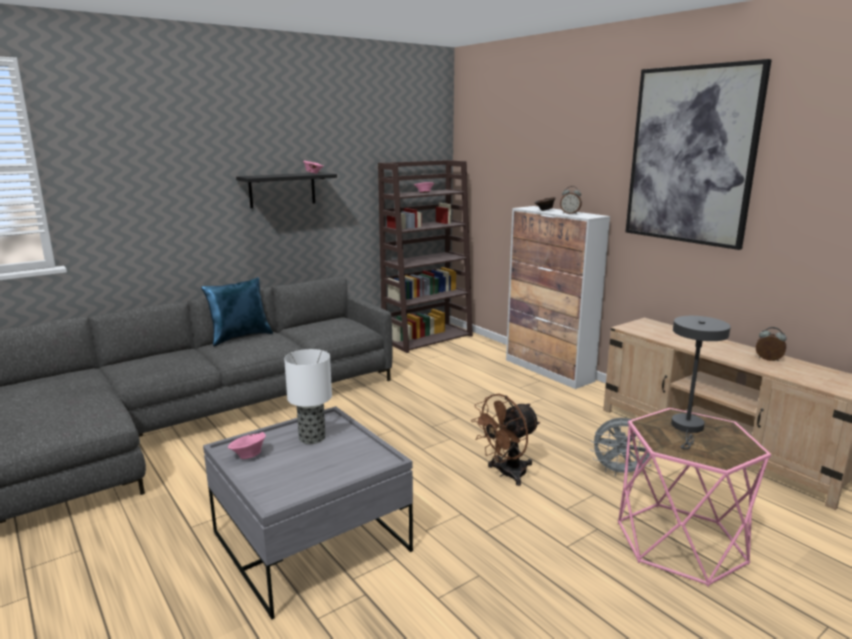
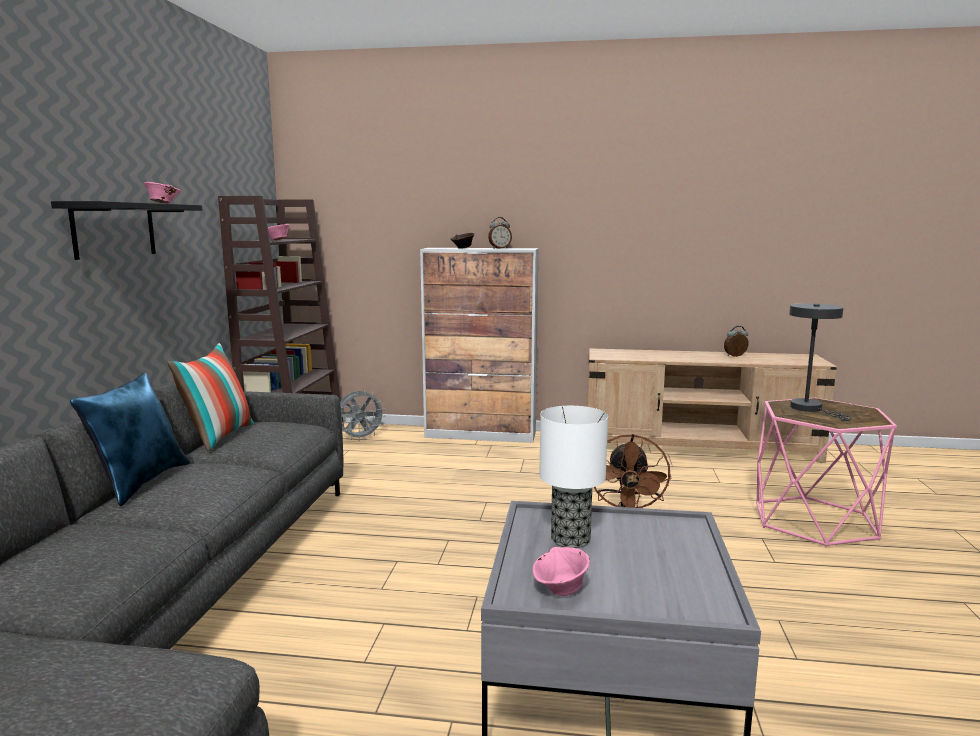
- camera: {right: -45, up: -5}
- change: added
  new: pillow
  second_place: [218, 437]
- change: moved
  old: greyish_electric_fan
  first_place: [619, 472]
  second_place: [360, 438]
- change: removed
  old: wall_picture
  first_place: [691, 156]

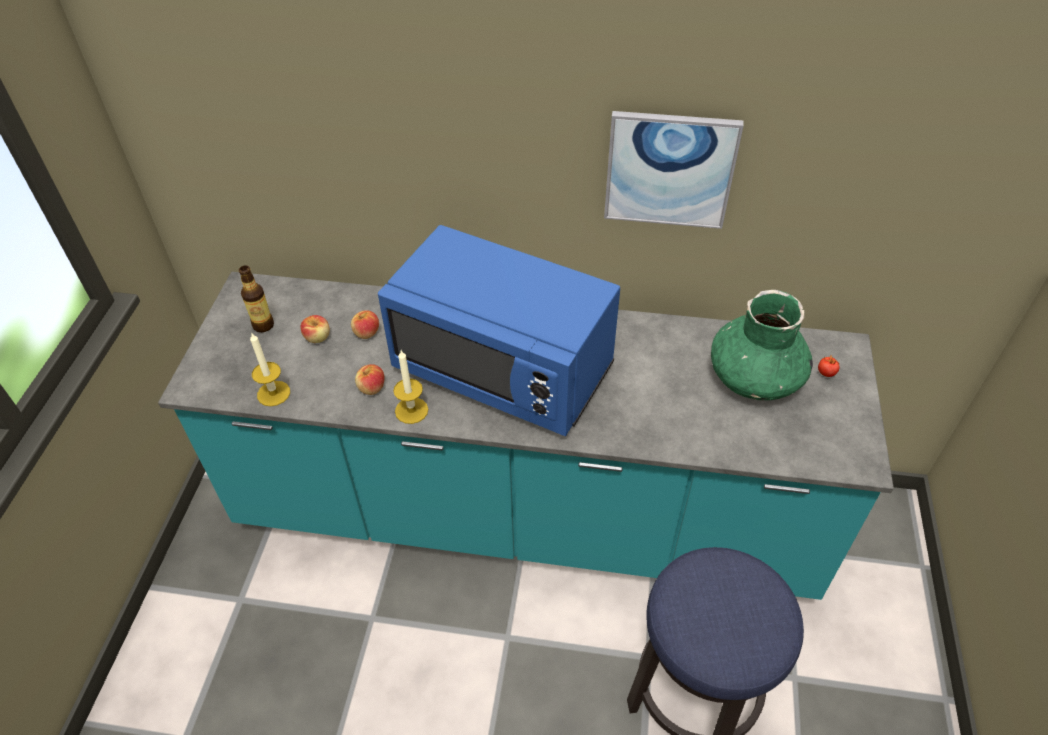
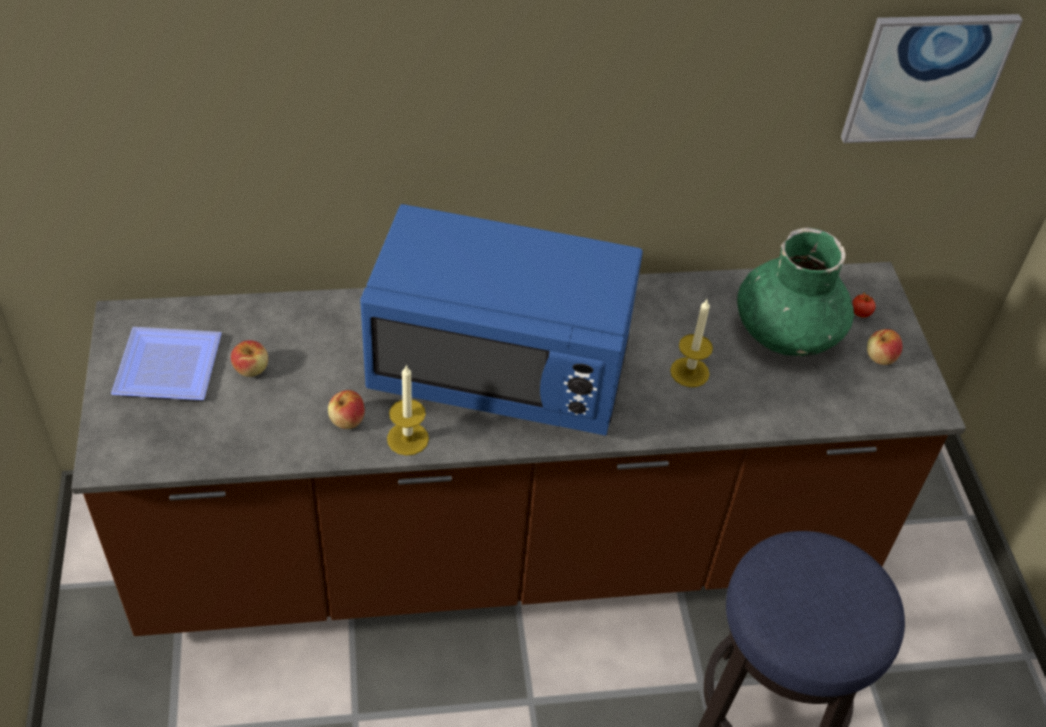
- camera: {right: -20, up: 0}
- change: recoloured
  old: blue-green_counter
  new: brownish_counter
  first_place: [526, 514]
  second_place: [507, 550]
- change: replaced
  old: bottle
  new: dinner_plate
  first_place: [263, 325]
  second_place: [172, 365]
- change: moved
  old: candle
  first_place: [273, 393]
  second_place: [689, 372]
- change: moved
  old: wall_picture
  first_place: [669, 169]
  second_place: [926, 77]
- change: moved
  old: apple
  first_place: [366, 333]
  second_place: [880, 357]

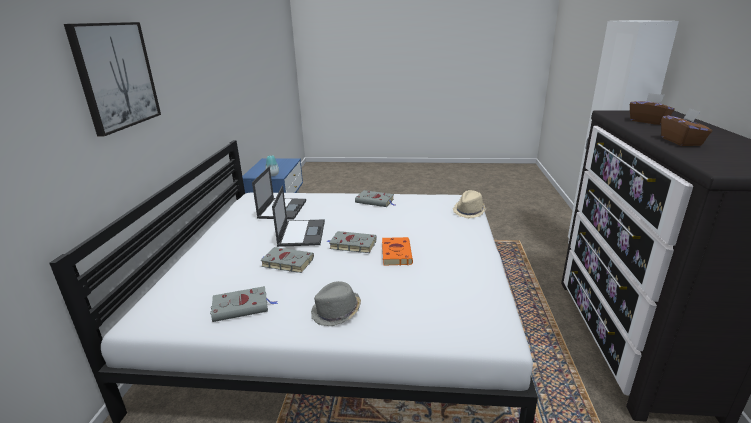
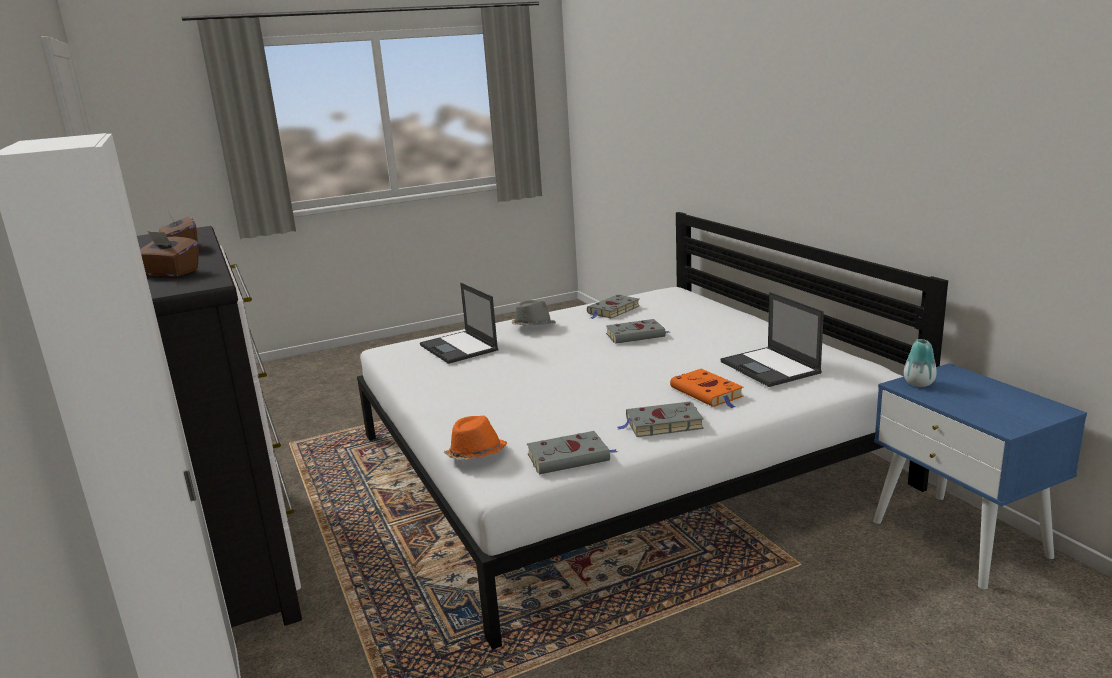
- camera: {right: 150, up: -5}
- change: moved
  old: laptop
  first_place: [301, 233]
  second_place: [459, 348]
- change: recoloured
  old: sand-coloured_clothing_hat
  new: orangey_clothing_hat
  first_place: [469, 211]
  second_place: [476, 455]
- change: moved
  old: greyish_bound_book
  first_place: [351, 244]
  second_place: [570, 457]
- change: moved
  old: orangey_bound_book
  first_place: [396, 253]
  second_place: [708, 393]
- change: removed
  old: wall_picture
  first_place: [116, 76]

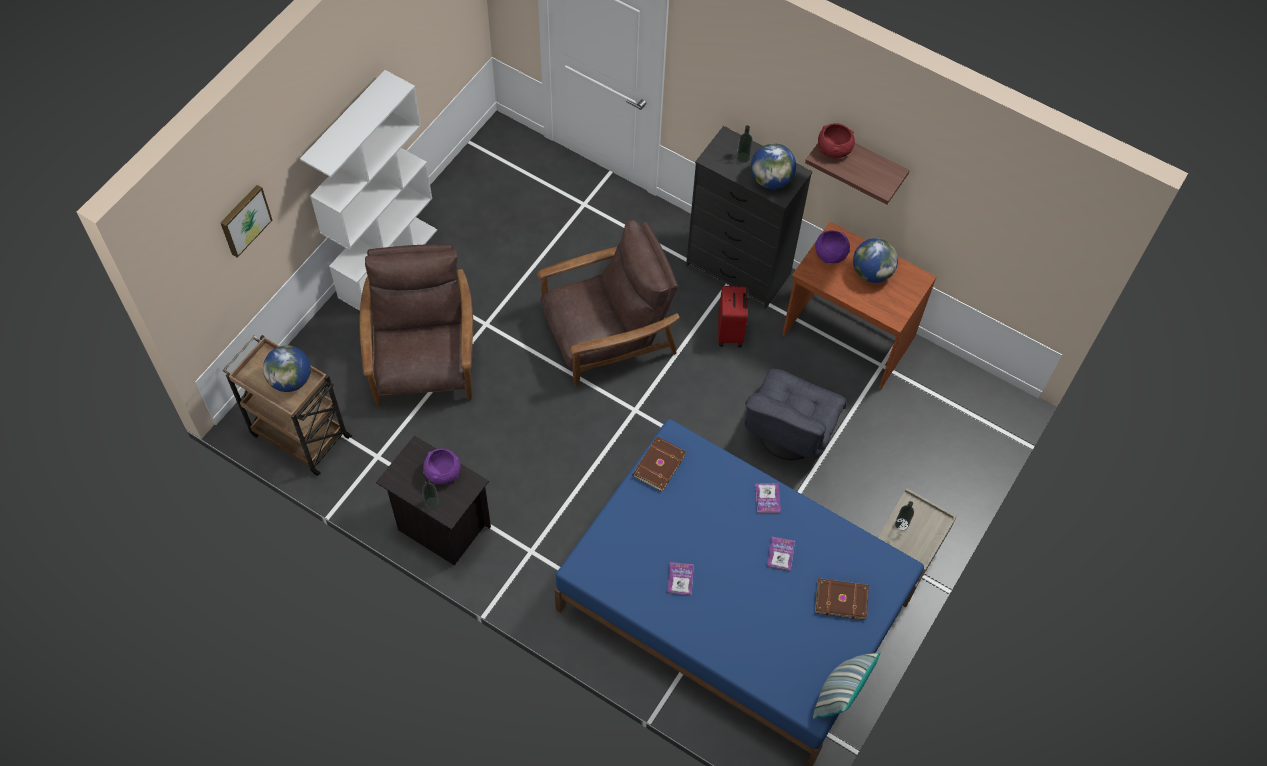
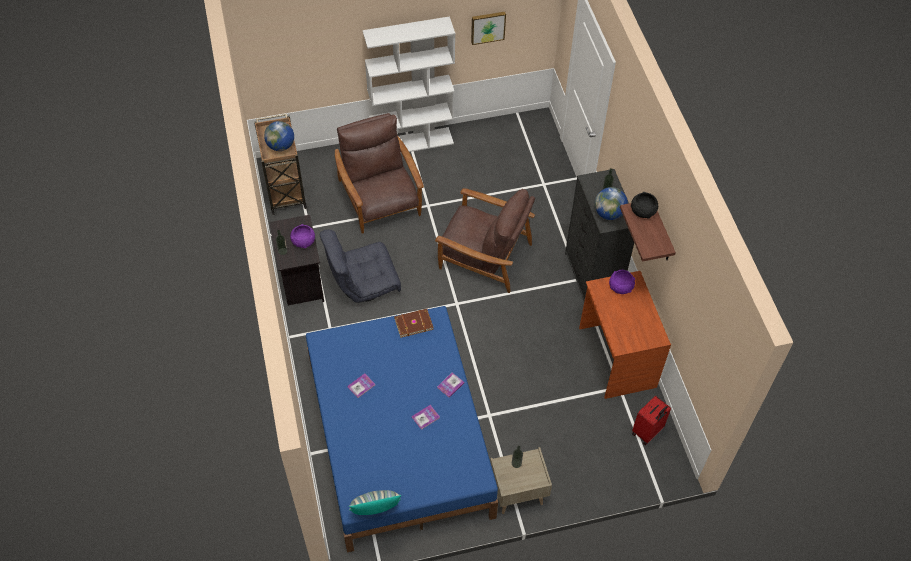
- camera: {right: 45, up: -5}
- change: moved
  old: greyish_easy_chair
  first_place: [788, 433]
  second_place: [363, 284]
- change: turned
  old: brownish_easy_chair
  first_place: [423, 358]
  second_place: [380, 199]
  degrees: -60
- change: moved
  old: wall_picture
  first_place: [244, 219]
  second_place: [487, 27]
- change: recoloured
  old: red_serving_bowl
  new: black_serving_bowl
  first_place: [834, 148]
  second_place: [643, 211]
- change: moved
  old: red_piece_of_luggage
  first_place: [731, 332]
  second_place: [647, 432]
- change: removed
  old: brownish_bound_book
  first_place: [841, 598]
- change: removed
  old: desk_globe
  first_place: [871, 272]

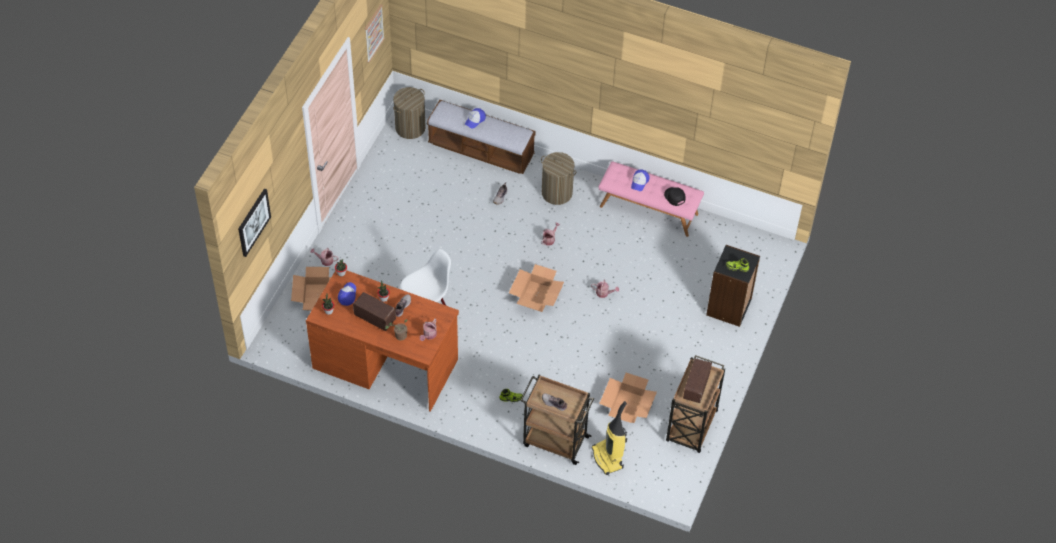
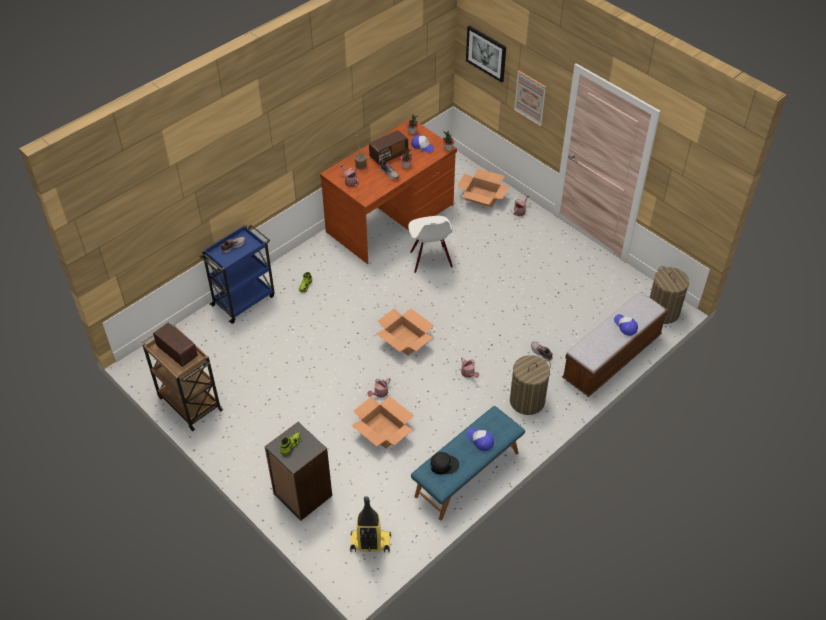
- camera: {right: 115, up: -5}
- change: recoloured
  old: brownish_trolley
  new: bluish_trolley
  first_place: [554, 441]
  second_place: [244, 300]
- change: moved
  old: vacuum_cleaner
  first_place: [608, 458]
  second_place: [370, 543]
- change: moved
  old: packing_box
  first_place: [627, 406]
  second_place: [383, 430]
- change: recoloured
  old: pink-coloured_long_seat
  new: bluish_long_seat
  first_place: [649, 210]
  second_place: [467, 475]
- change: moved
  old: wall_picture
  first_place: [373, 33]
  second_place: [530, 98]

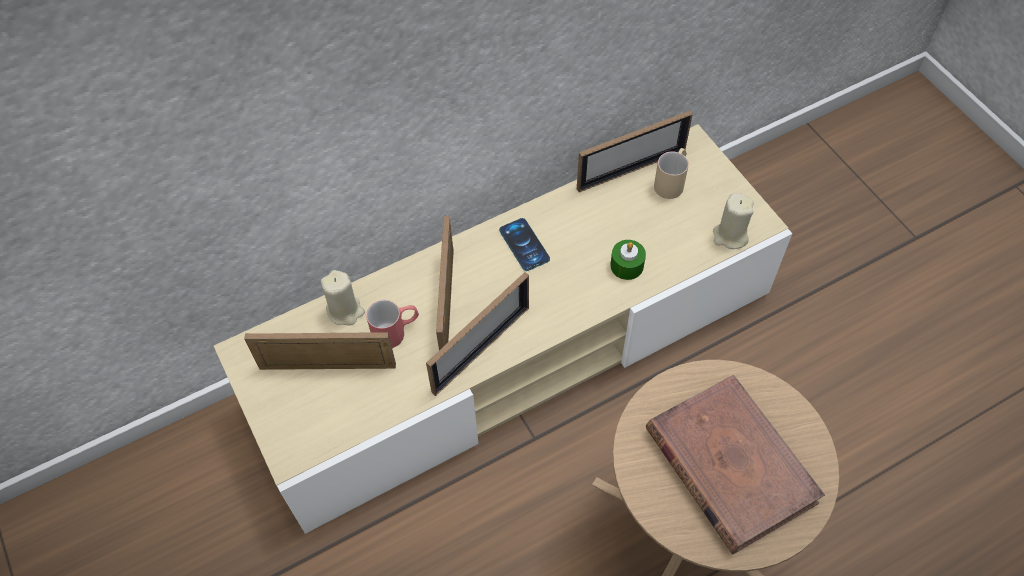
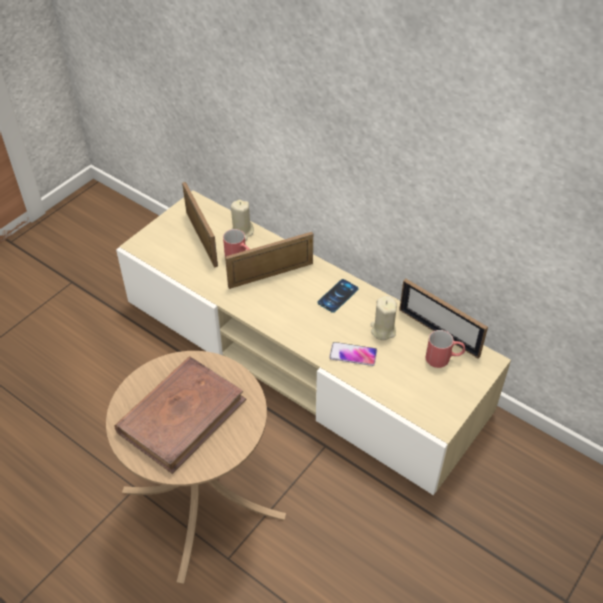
- camera: {right: 65, up: -10}
- change: replaced
  old: green-coloured_candle
  new: telephone
  first_place: [627, 265]
  second_place: [353, 354]
- change: moved
  old: sand-coloured_candle
  first_place: [730, 236]
  second_place: [383, 330]
- change: recoloured
  old: sand-coloured_coffee_mug
  new: red_coffee_mug
  first_place: [671, 181]
  second_place: [444, 358]
- change: removed
  old: photo_frame
  first_place: [481, 349]

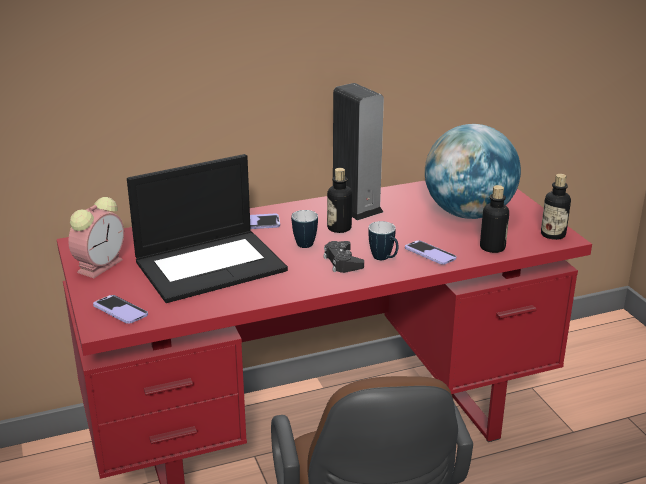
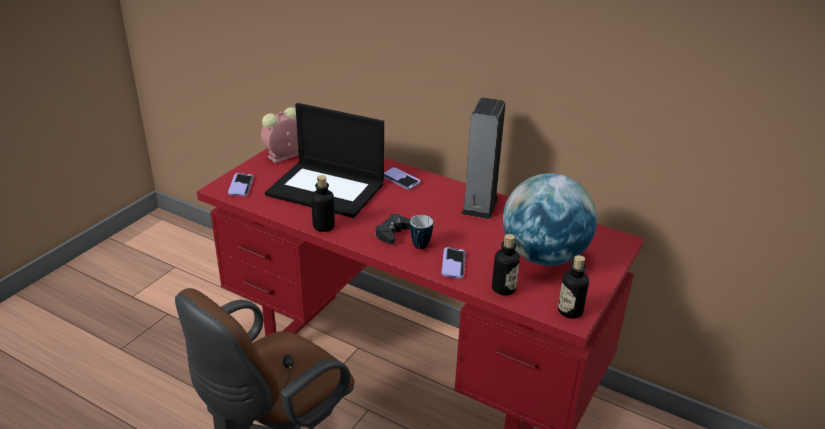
- camera: {right: 50, up: 5}
- change: turned
  old: table_clock
  first_place: [101, 265]
  second_place: [283, 156]
  degrees: 150
- change: moved
  old: bottle
  first_place: [339, 228]
  second_place: [323, 226]
- change: removed
  old: coffee_mug
  first_place: [302, 243]

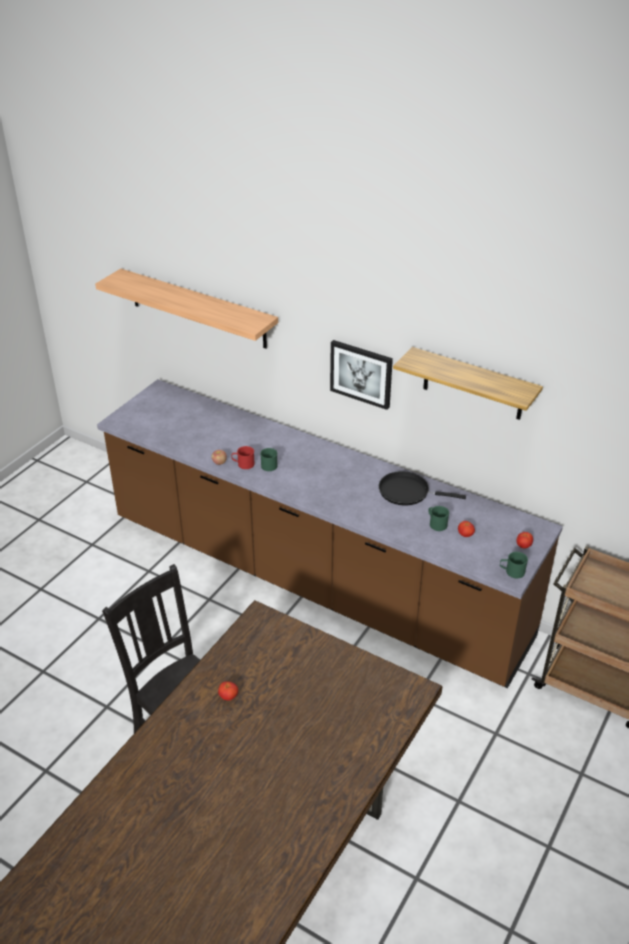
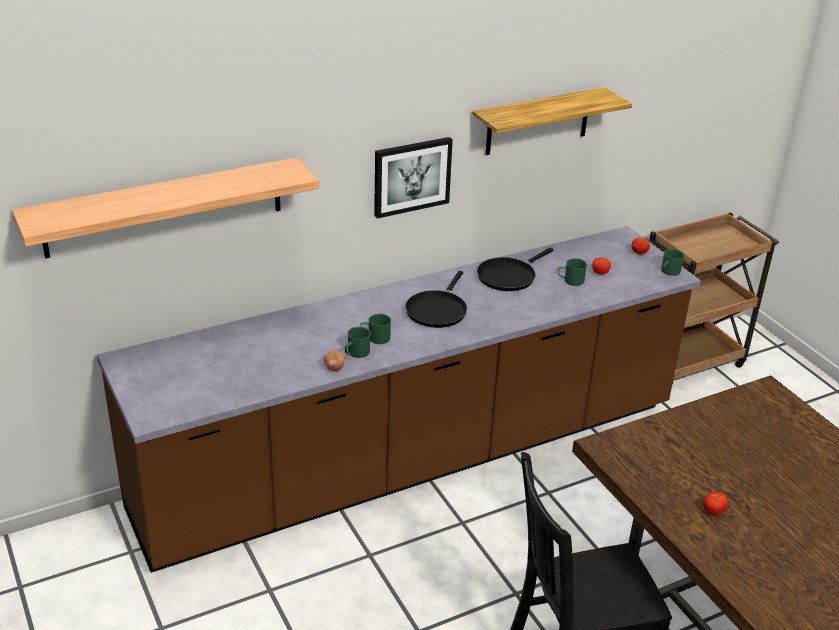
- camera: {right: -60, up: -5}
- change: recoloured
  old: red_coffee_mug
  new: green-coloured_coffee_mug
  first_place: [243, 464]
  second_place: [356, 353]
- change: added
  new: black_skillet
  second_place: [437, 310]

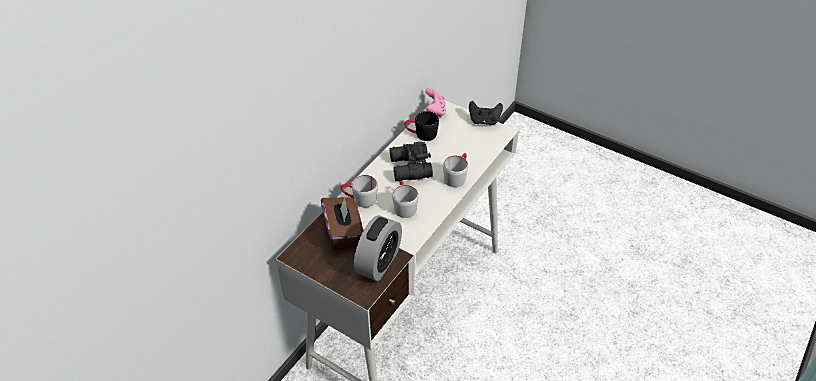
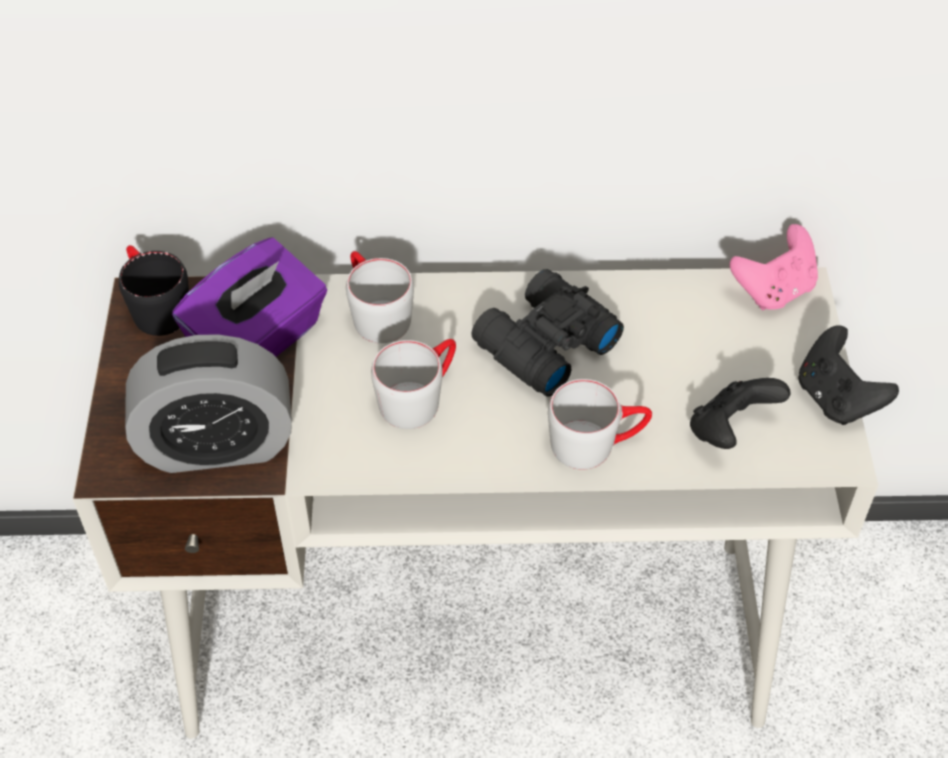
- camera: {right: 55, up: 5}
- change: moved
  old: black_coffee_mug
  first_place: [421, 134]
  second_place: [155, 306]
- change: recoloured
  old: brownish_tissue_holder
  new: purple-coloured_tissue_holder
  first_place: [343, 233]
  second_place: [258, 340]
- change: added
  new: black_joypad
  second_place: [730, 430]

